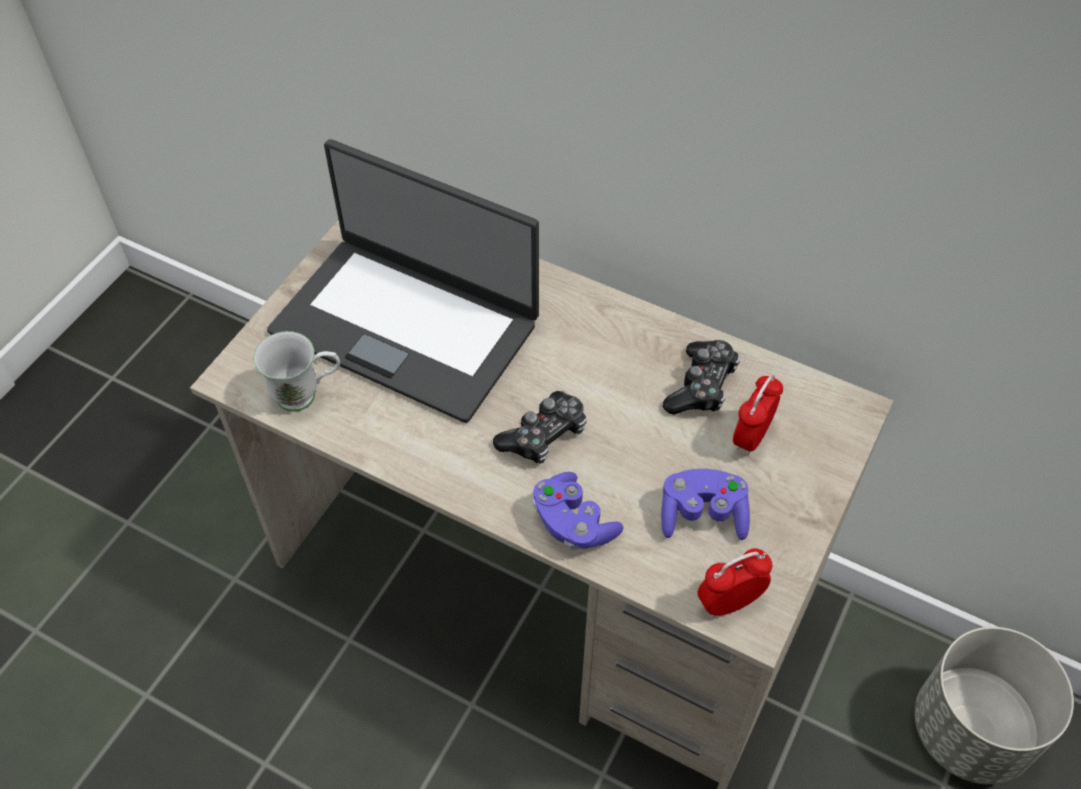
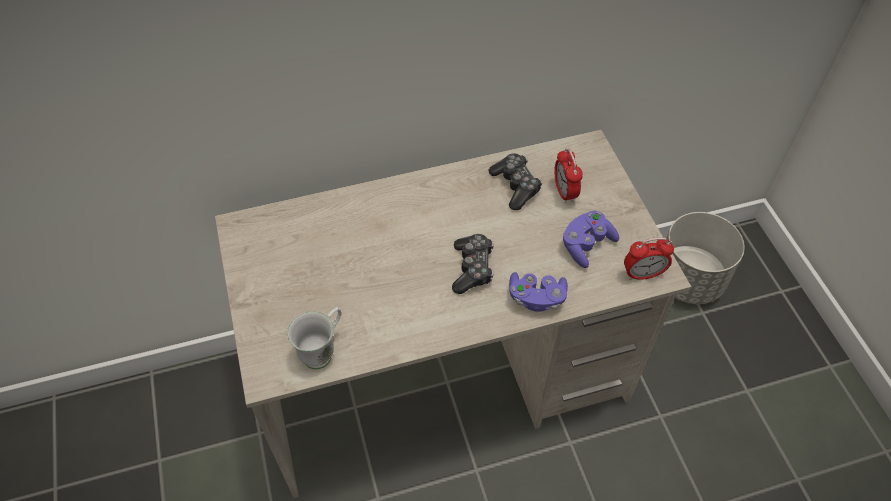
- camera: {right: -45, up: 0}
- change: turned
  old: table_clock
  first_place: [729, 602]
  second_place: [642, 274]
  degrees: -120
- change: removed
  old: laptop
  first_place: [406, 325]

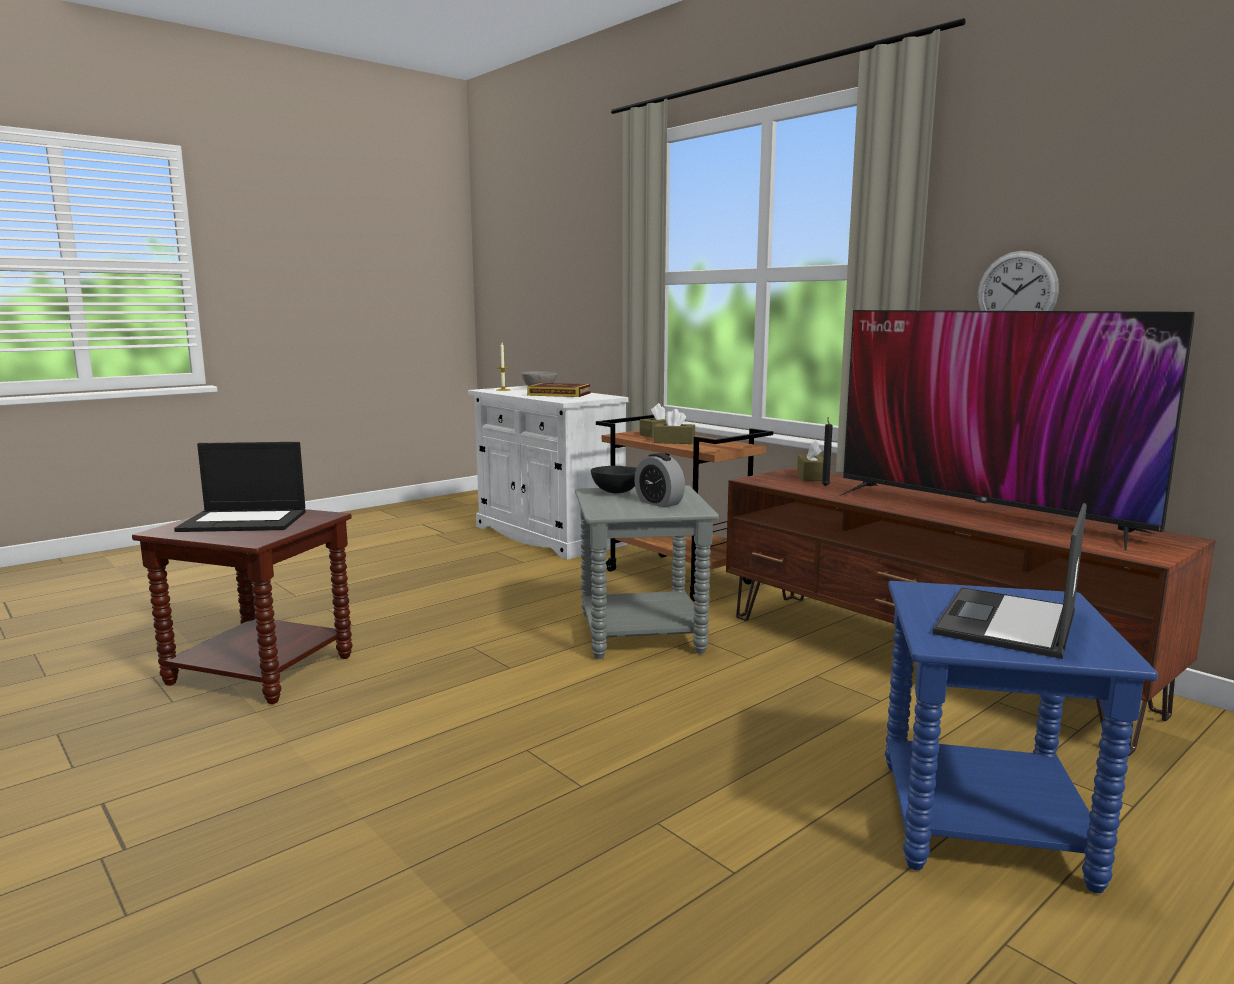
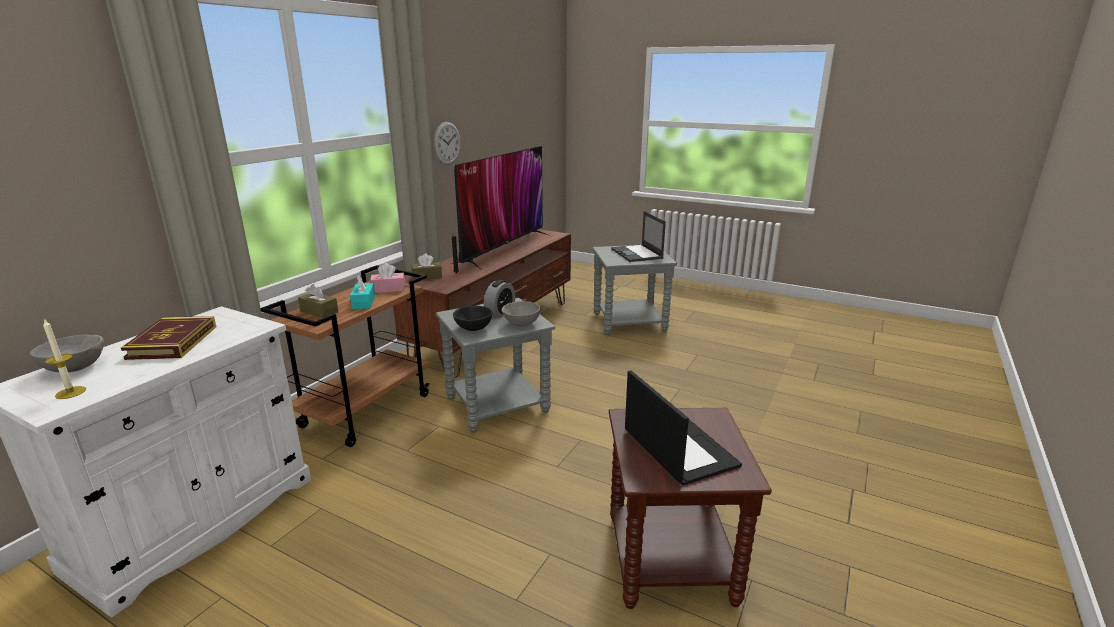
- camera: {right: -110, up: 10}
- change: recoloured
  old: brownish_tissue_holder
  new: blue-green_tissue_holder
  first_place: [674, 442]
  second_place: [363, 302]
- change: added
  new: pink-coloured_tissue_holder
  second_place: [388, 289]
- change: added
  new: greyish_serving_bowl
  second_place: [521, 324]
- change: recoloured
  old: bluish_side_table
  new: greyish_side_table
  first_place: [985, 824]
  second_place: [629, 322]
- change: turned
  old: laptop
  first_place: [1006, 623]
  second_place: [637, 254]
  degrees: 60

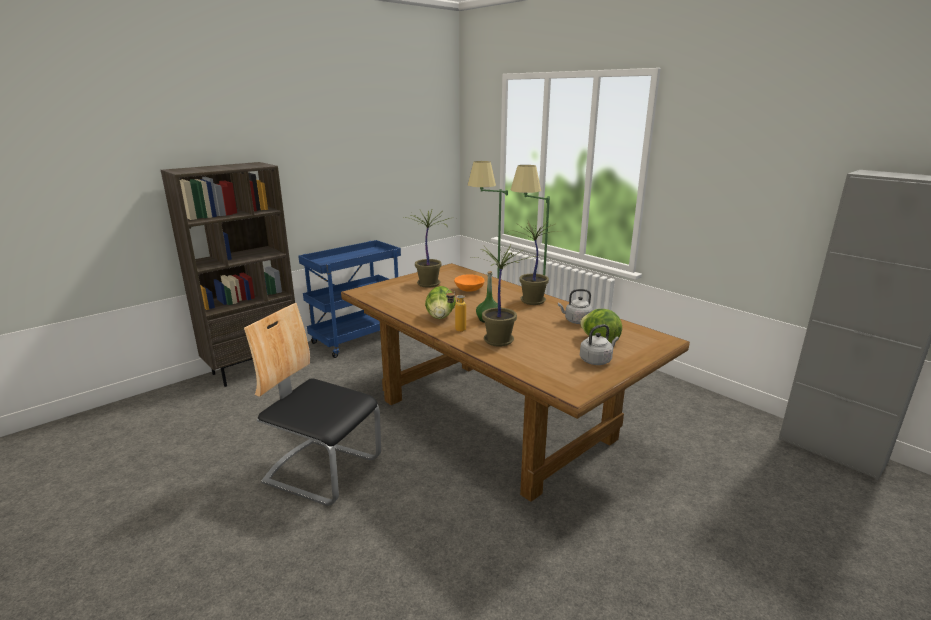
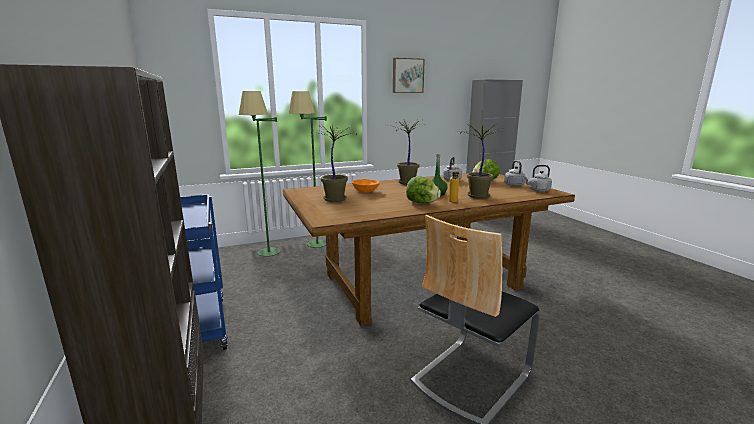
- camera: {right: -70, up: -5}
- change: added
  new: wall_picture
  second_place: [407, 75]
- change: added
  new: greyish_tea_kettle
  second_place: [537, 190]

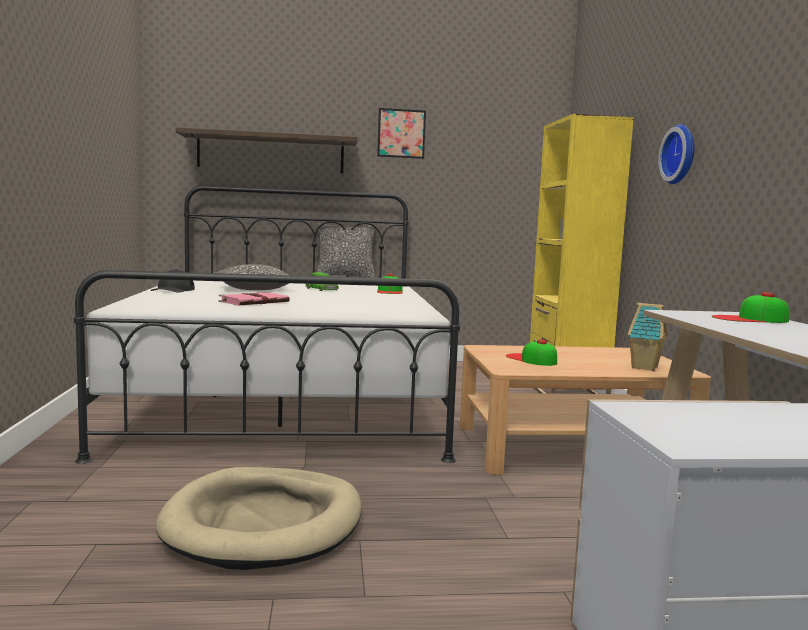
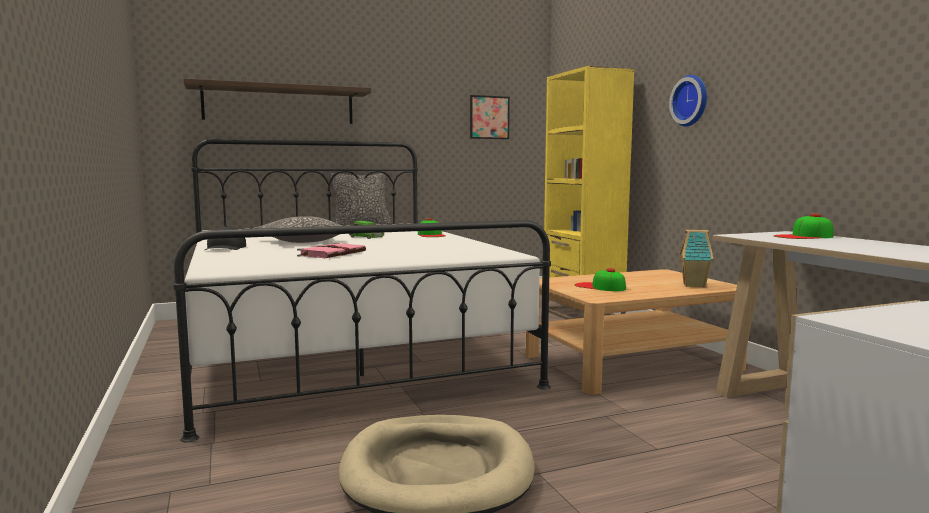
- camera: {right: -15, up: 0}
- change: moved
  old: wall_picture
  first_place: [401, 133]
  second_place: [489, 117]

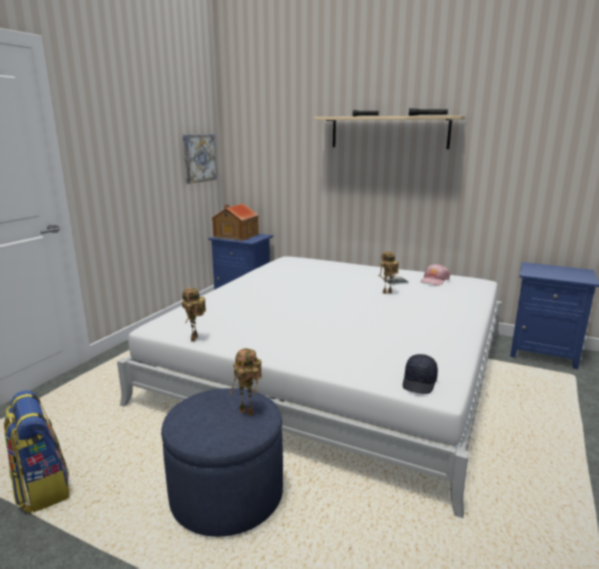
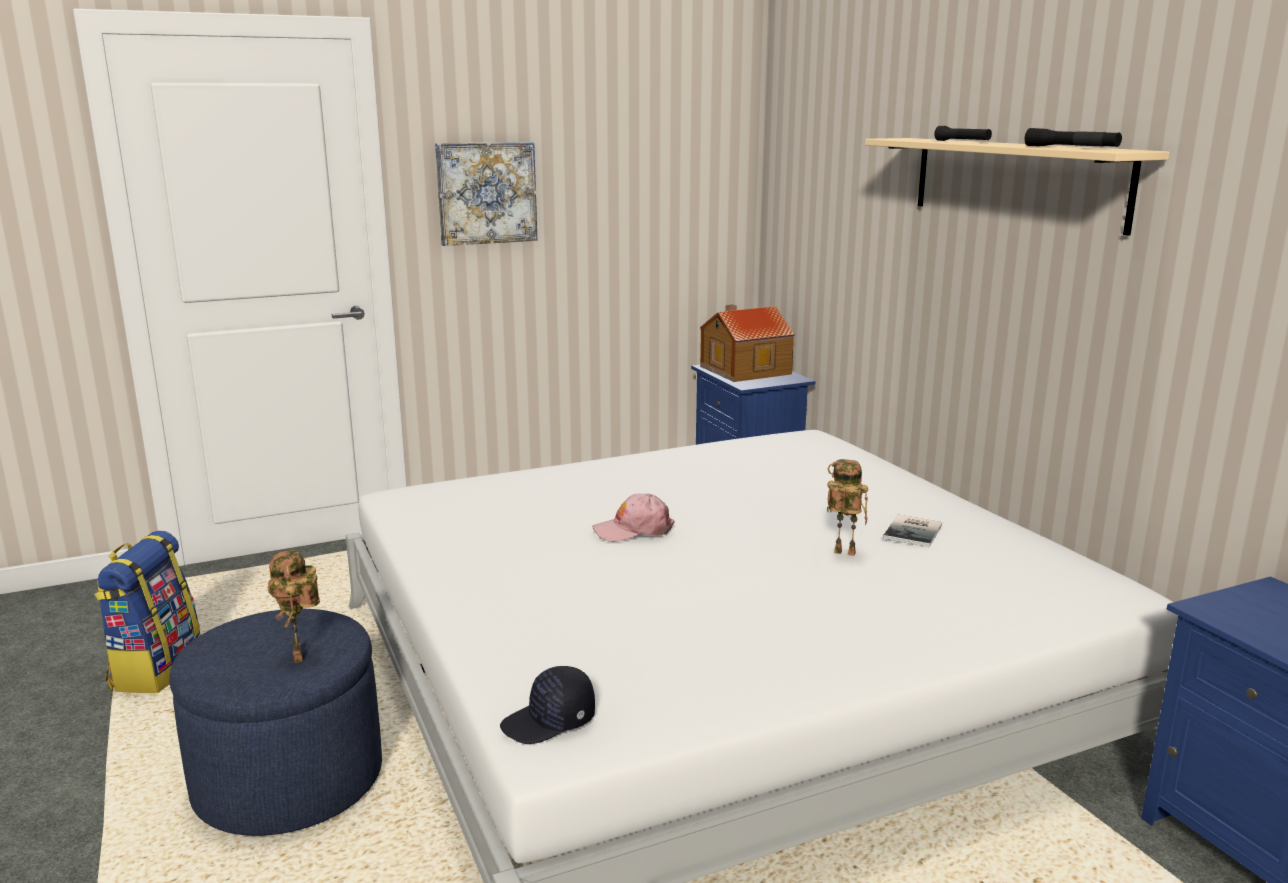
- camera: {right: 40, up: 0}
- change: moved
  old: wall_picture
  first_place: [199, 158]
  second_place: [486, 193]
- change: moved
  old: pink-coloured_peaked_cap
  first_place: [434, 280]
  second_place: [633, 530]
- change: removed
  old: model_robot
  first_place: [195, 339]

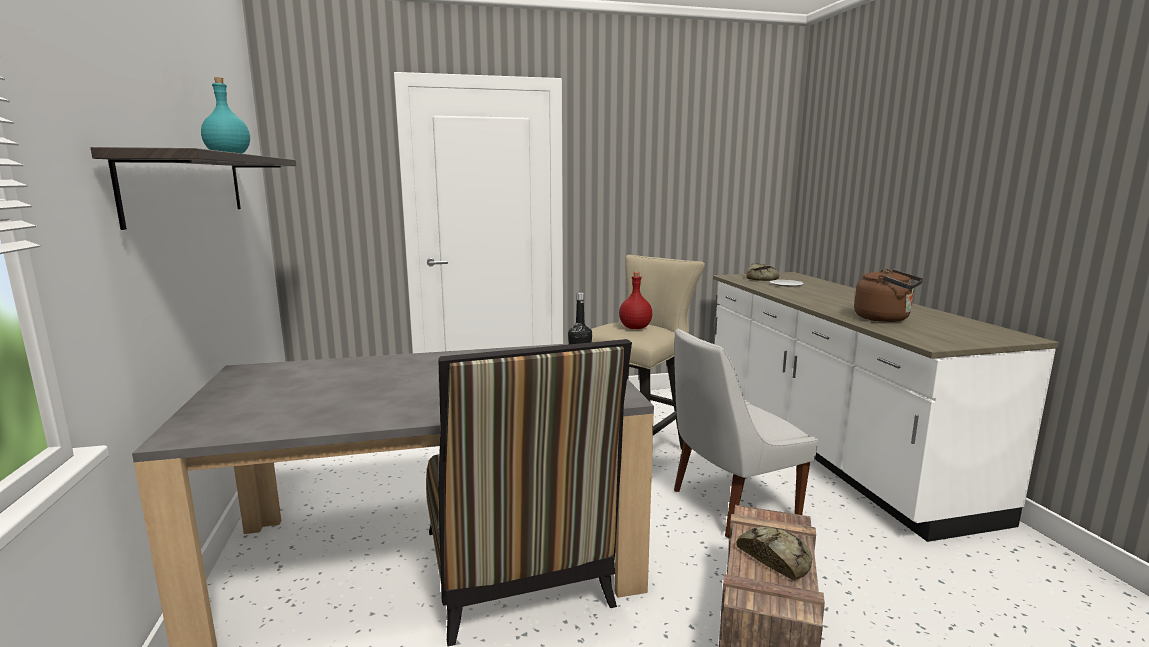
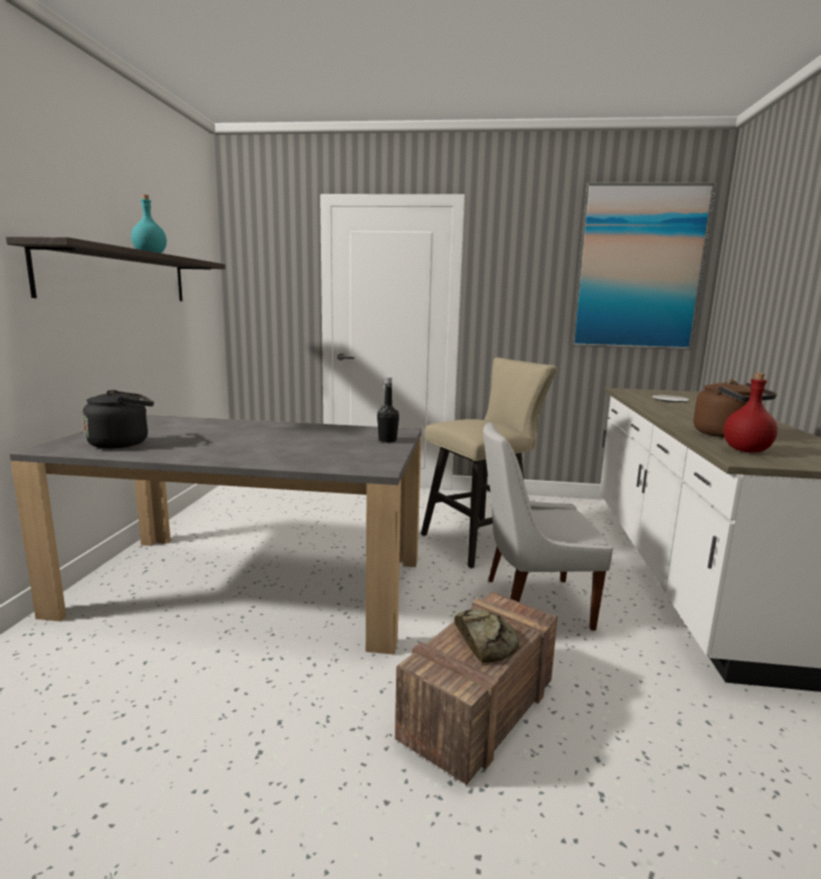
- camera: {right: 20, up: 0}
- change: added
  new: black_tea_kettle
  second_place: [123, 443]
- change: added
  new: wall_picture
  second_place: [638, 268]
- change: moved
  old: red_bottle
  first_place: [634, 328]
  second_place: [745, 450]
- change: removed
  old: chair
  first_place: [516, 575]
- change: removed
  old: bakery_bread
  first_place: [762, 278]

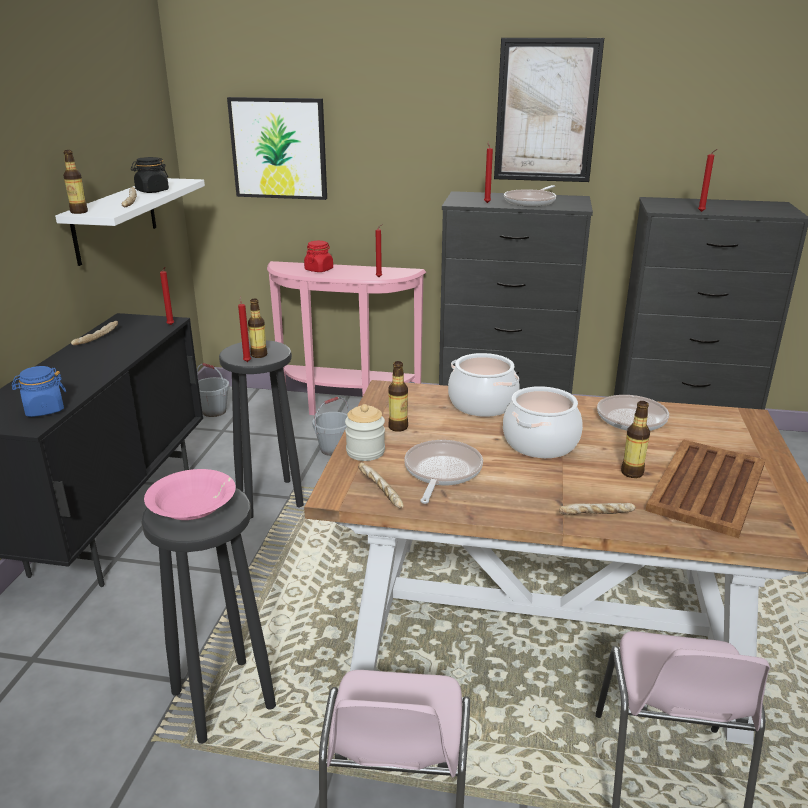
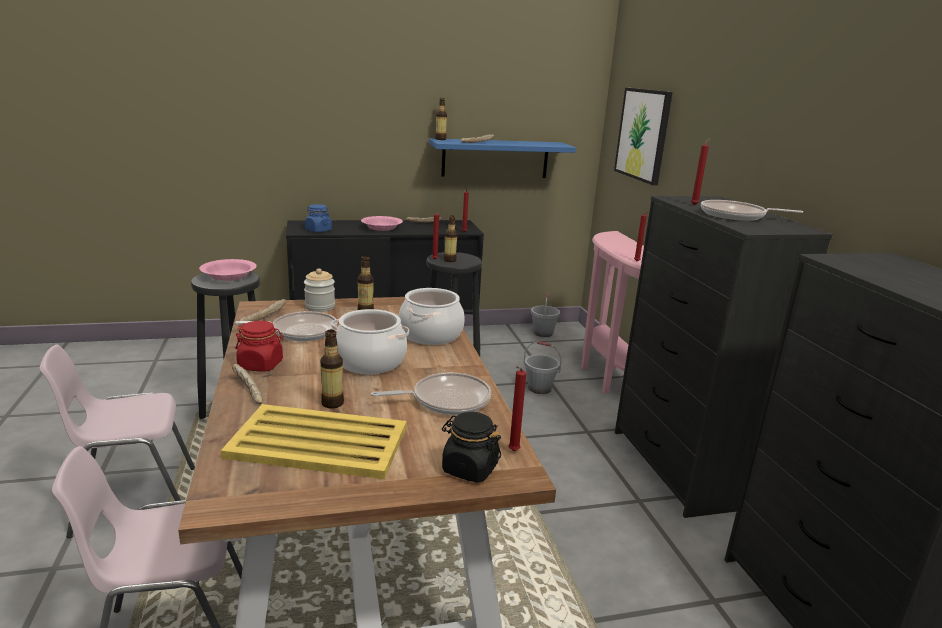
- camera: {right: 65, up: -5}
- change: recoloured
  old: brownish_serving_tray
  new: yellow_serving_tray
  first_place: [706, 488]
  second_place: [317, 442]
- change: moved
  old: red_jar
  first_place: [319, 270]
  second_place: [261, 365]
- change: added
  new: pink-coloured_serving_bowl
  second_place: [381, 228]
- change: recoloured
  old: white-coloured_shelf
  new: bluish_shelf
  first_place: [115, 220]
  second_place: [495, 158]
- change: moved
  old: black_jar
  first_place: [152, 191]
  second_place: [469, 468]
- change: moved
  old: red_candle
  first_place: [702, 212]
  second_place: [512, 451]
- change: removed
  old: wall_picture
  first_place: [546, 111]

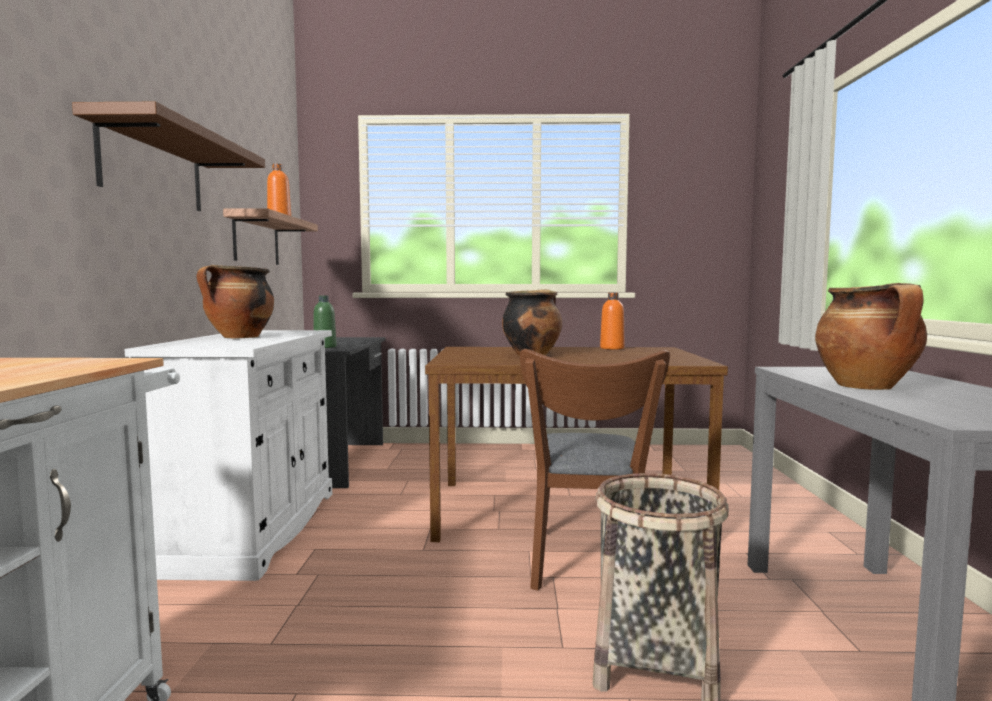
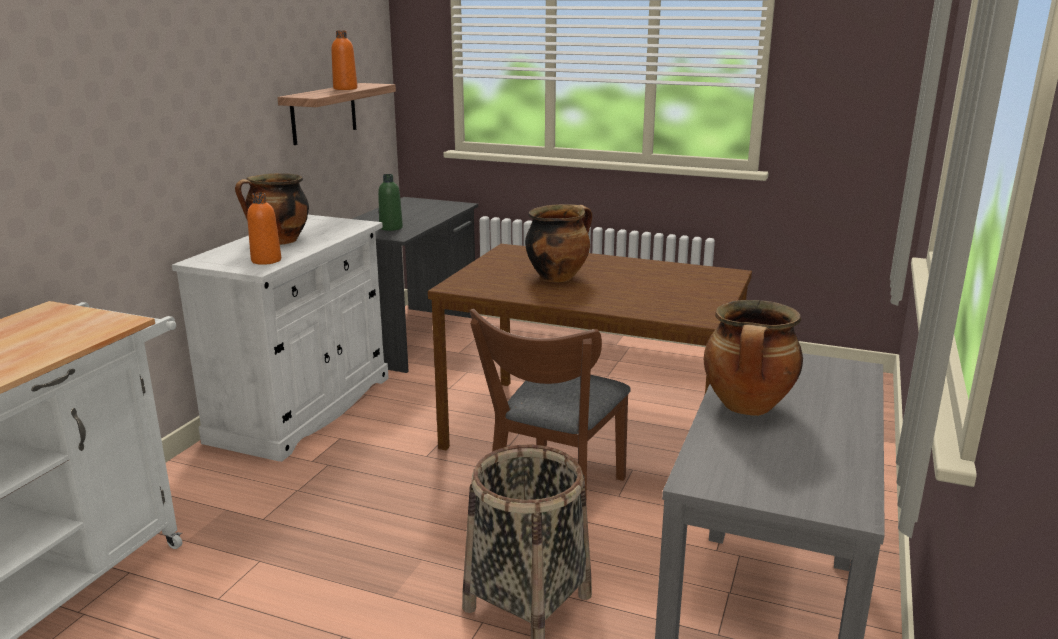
- camera: {right: 20, up: 15}
- change: moved
  old: orangey_bottle
  first_place: [612, 348]
  second_place: [266, 260]
- change: removed
  old: brownish_shelf
  first_place: [153, 168]

